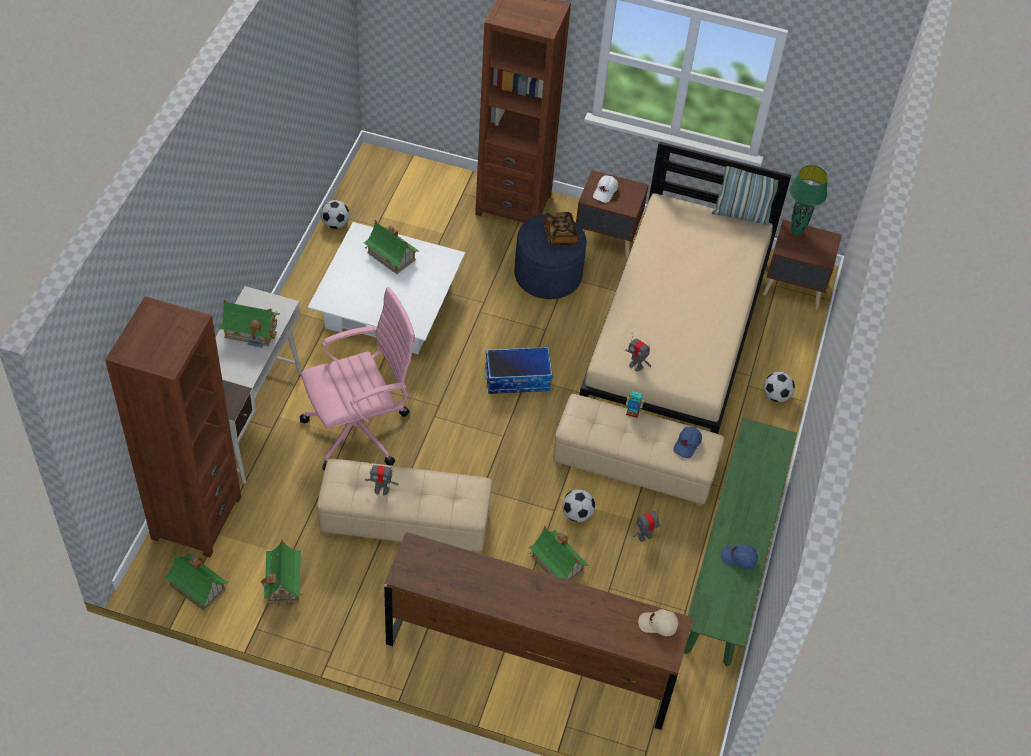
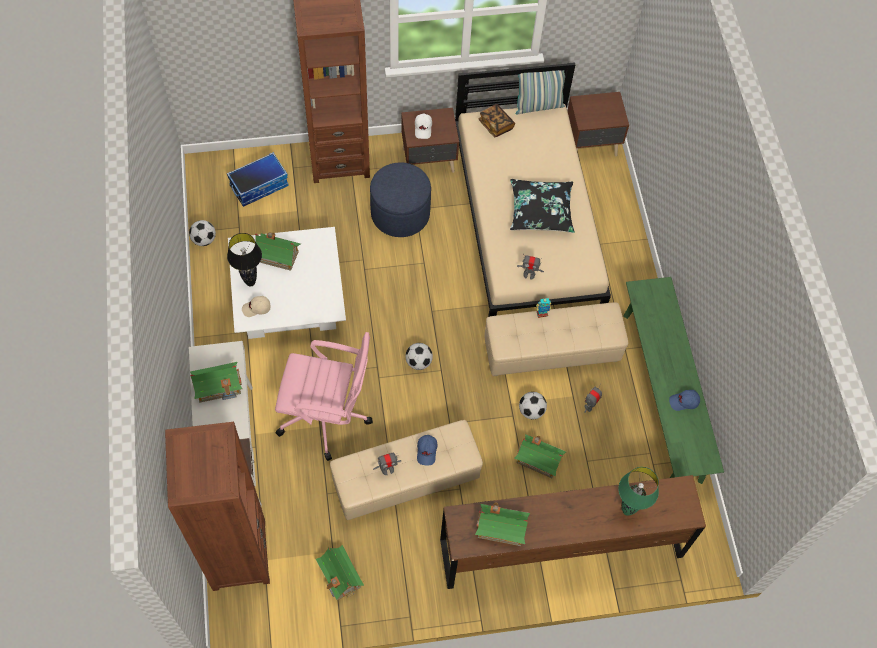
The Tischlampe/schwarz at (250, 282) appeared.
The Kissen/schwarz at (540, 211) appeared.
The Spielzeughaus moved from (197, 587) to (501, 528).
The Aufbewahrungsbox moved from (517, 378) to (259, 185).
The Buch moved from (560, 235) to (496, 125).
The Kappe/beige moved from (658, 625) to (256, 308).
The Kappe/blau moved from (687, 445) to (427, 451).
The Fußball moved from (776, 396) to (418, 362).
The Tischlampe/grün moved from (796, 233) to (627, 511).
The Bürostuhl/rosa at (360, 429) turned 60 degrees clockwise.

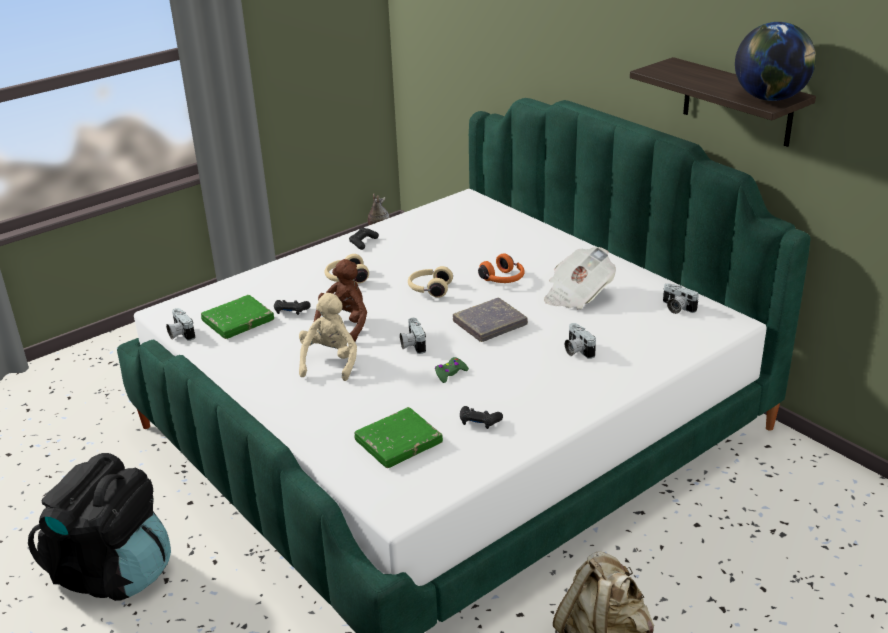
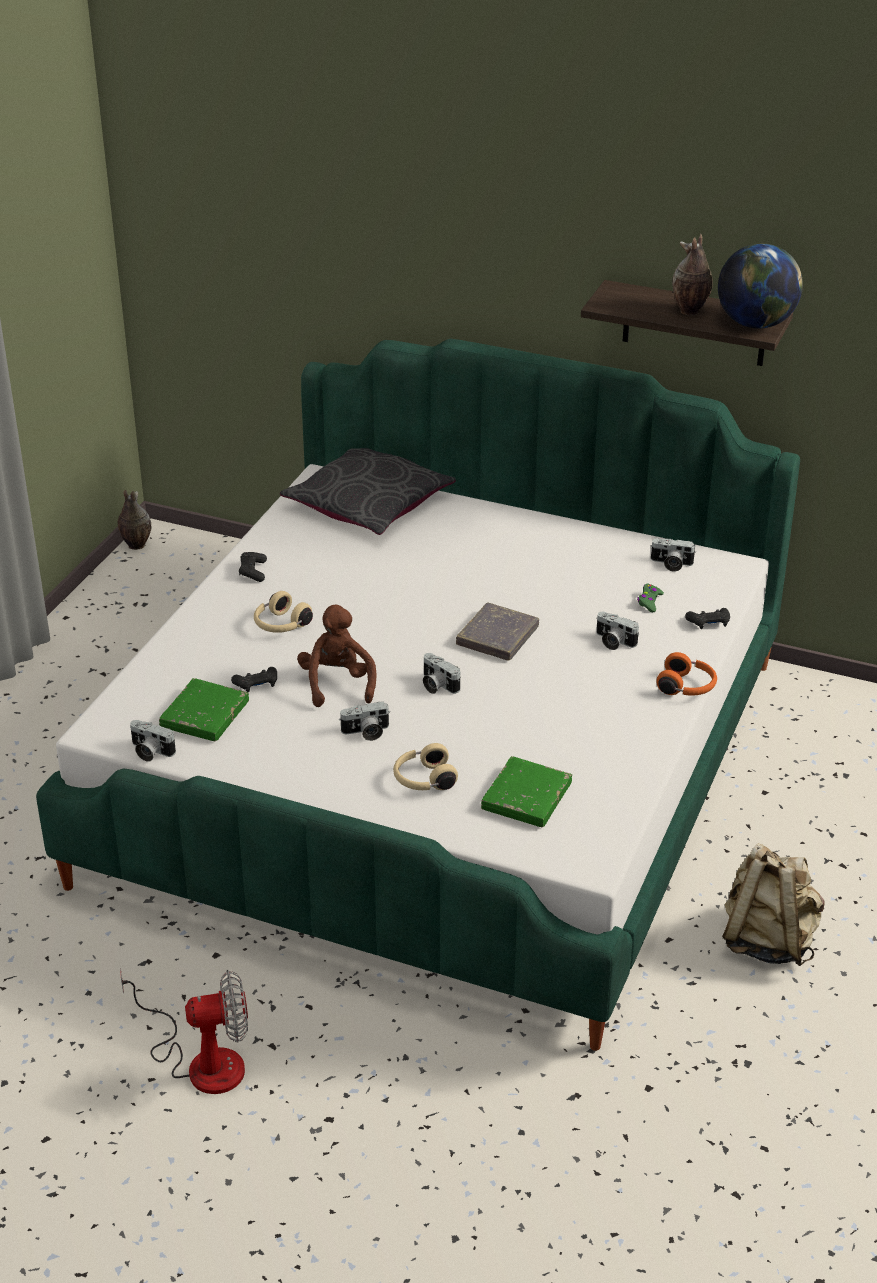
The Zeitung at (577, 295) disappeared.
The Kissen/grau at (368, 503) appeared.
The Vase at (689, 311) appeared.
The Kopfhörer/beige moved from (429, 289) to (423, 780).
The Gamepad/grün moved from (450, 373) to (649, 601).
The Gamepad/schwarz moved from (479, 422) to (709, 623).
The Kopfhörer/orange moved from (503, 279) to (687, 687).
The Rucksack/schwarz at (113, 572) was replaced by the Ventilator at (201, 1061).
The Plüschtier/beige at (330, 362) was replaced by the Kamera at (366, 732).

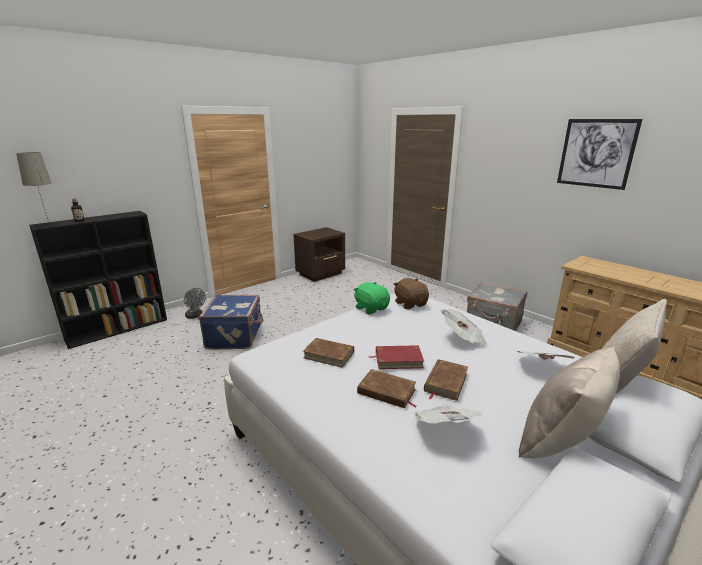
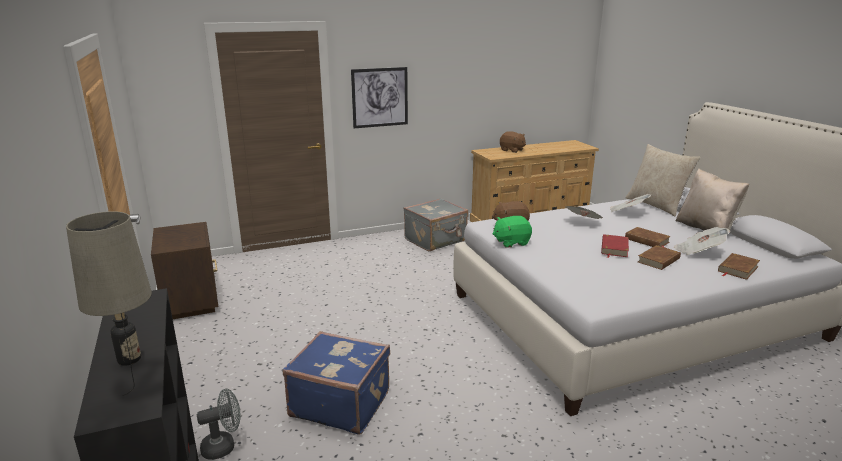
The Plüschtier/braun at (512, 150) appeared.
The Buch/braun moved from (328, 355) to (737, 269).
The Bild moved from (596, 153) to (380, 97).

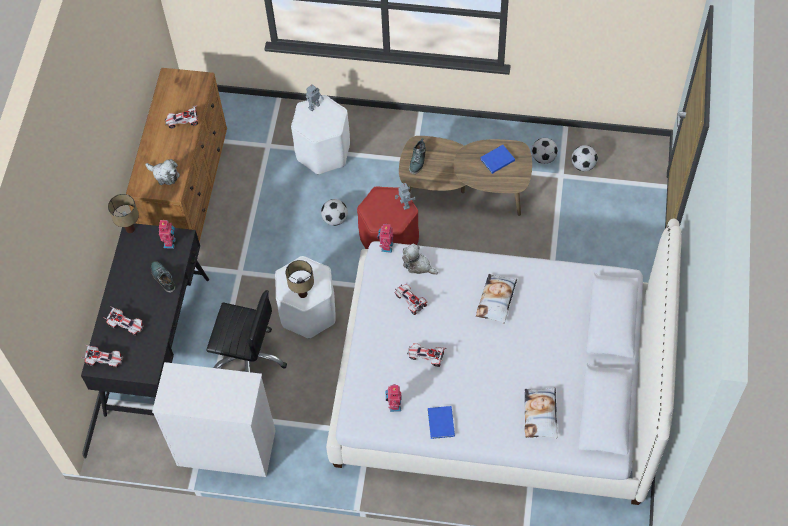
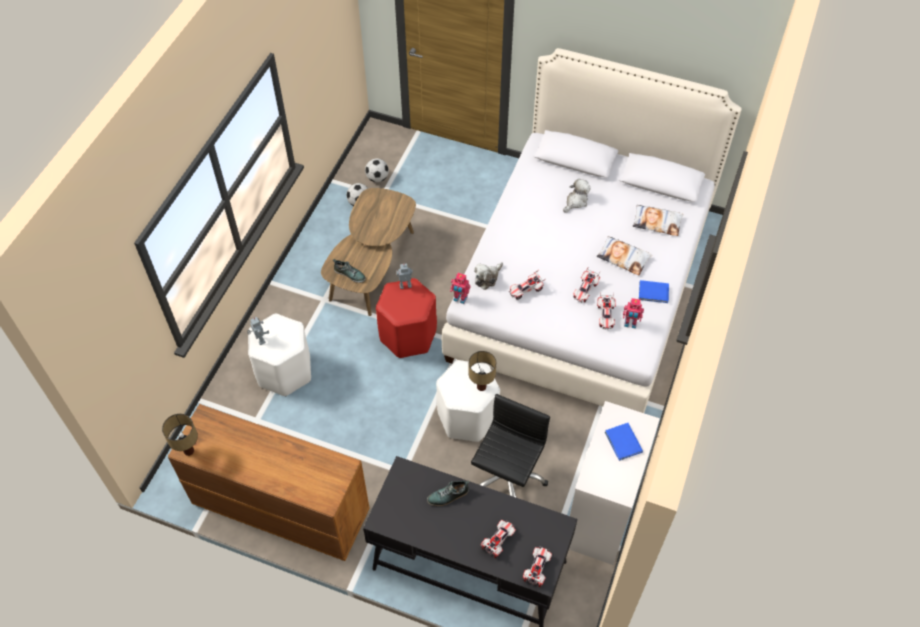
The Spielzeugroboter at (170, 243) disappeared.
The Fußball at (335, 219) disappeared.
The Tischlampe moved from (130, 229) to (189, 451).
The Plüschtier moved from (164, 175) to (576, 201).
The Spielzeugauto moved from (183, 122) to (605, 316).
The Kissen moved from (497, 300) to (623, 258).
The Buch/blau moved from (496, 160) to (623, 443).

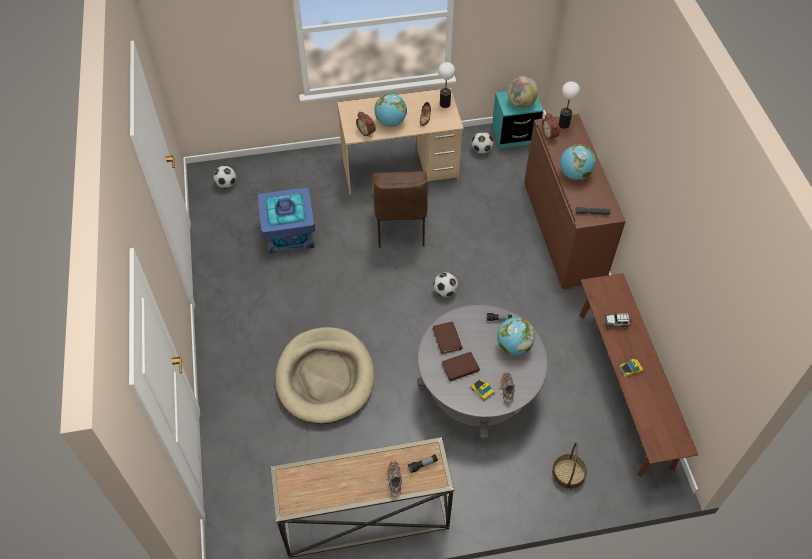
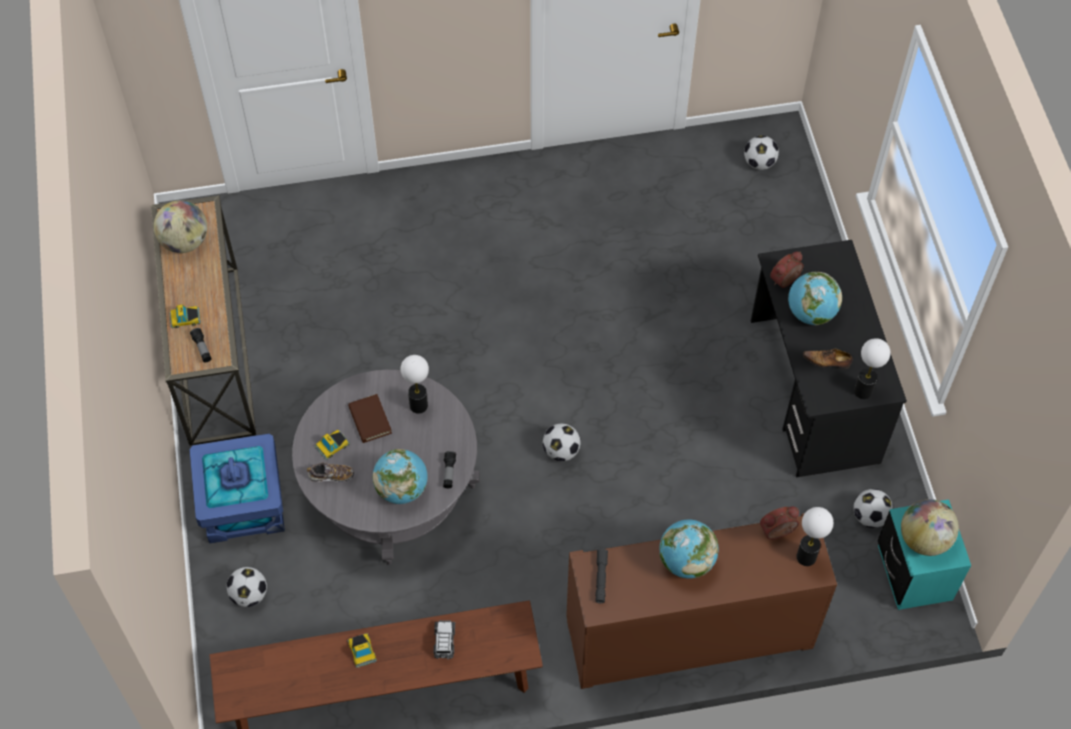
The Hundebett/beige at (325, 377) disappeared.
The Stuhl/braun at (400, 227) disappeared.
The Globus at (185, 242) appeared.
The Aufbewahrungsbox/blau moved from (289, 233) to (244, 504).
The Schuh at (394, 480) was replaced by the Spielzeugauto at (185, 318).
The Buch/braun at (447, 338) was replaced by the Tischlampe at (418, 405).
The Korb at (568, 474) was replaced by the Fußball at (249, 594).
The Schreibtisch/beige at (400, 168) became the Schreibtisch/schwarz at (813, 391).

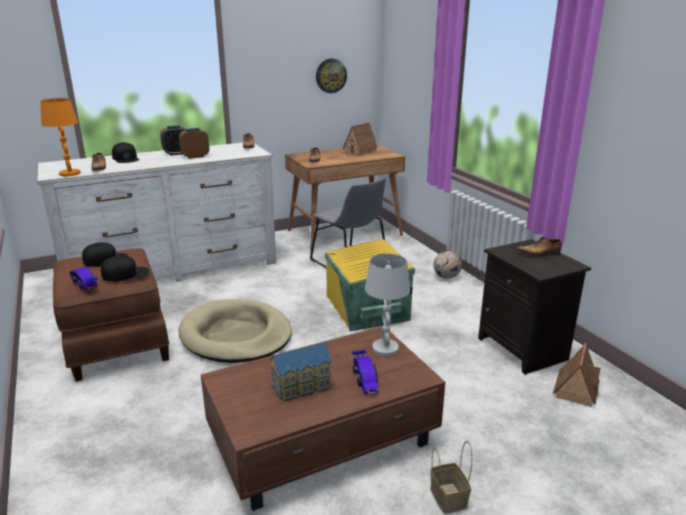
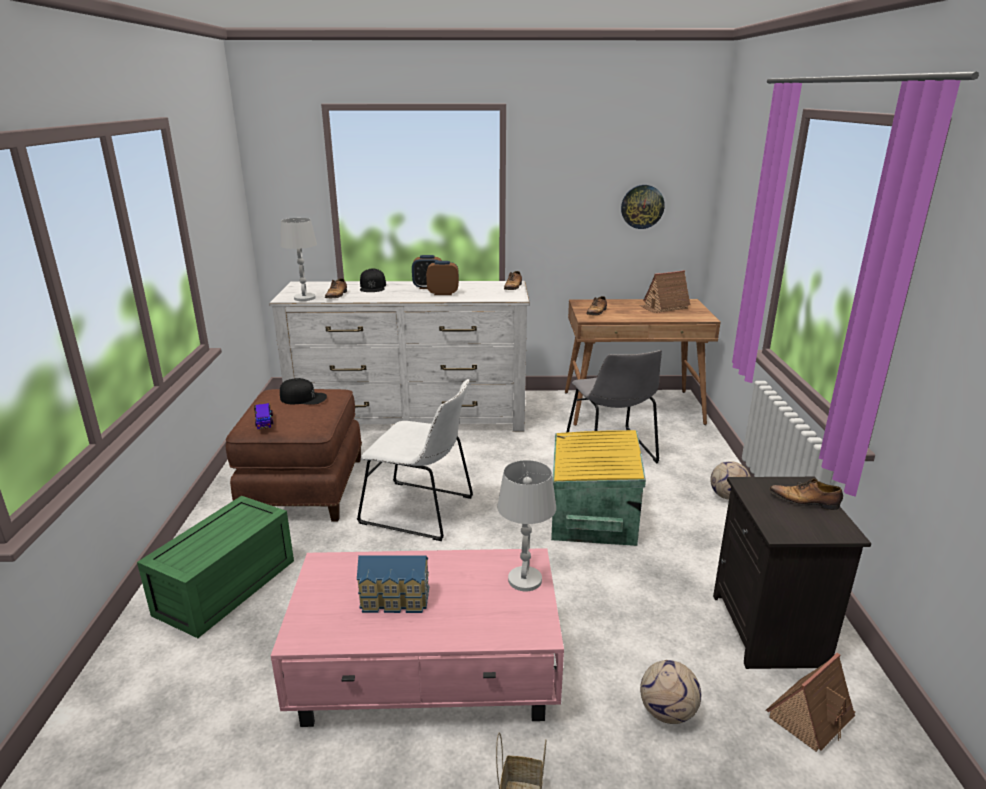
The Kappe/schwarz at (125, 274) disappeared.
The Spielzeugauto at (365, 378) disappeared.
The Aufbewahrungsbox/grün at (226, 588) appeared.
The Fußball at (668, 713) appeared.
The Hundebett/beige at (236, 335) was replaced by the Stuhl/weiß at (421, 511).
The Tischlampe/orange at (70, 173) became the Tischlampe/weiß at (305, 298).
The Couchtisch/braun at (324, 440) became the Couchtisch/rosa at (429, 670).

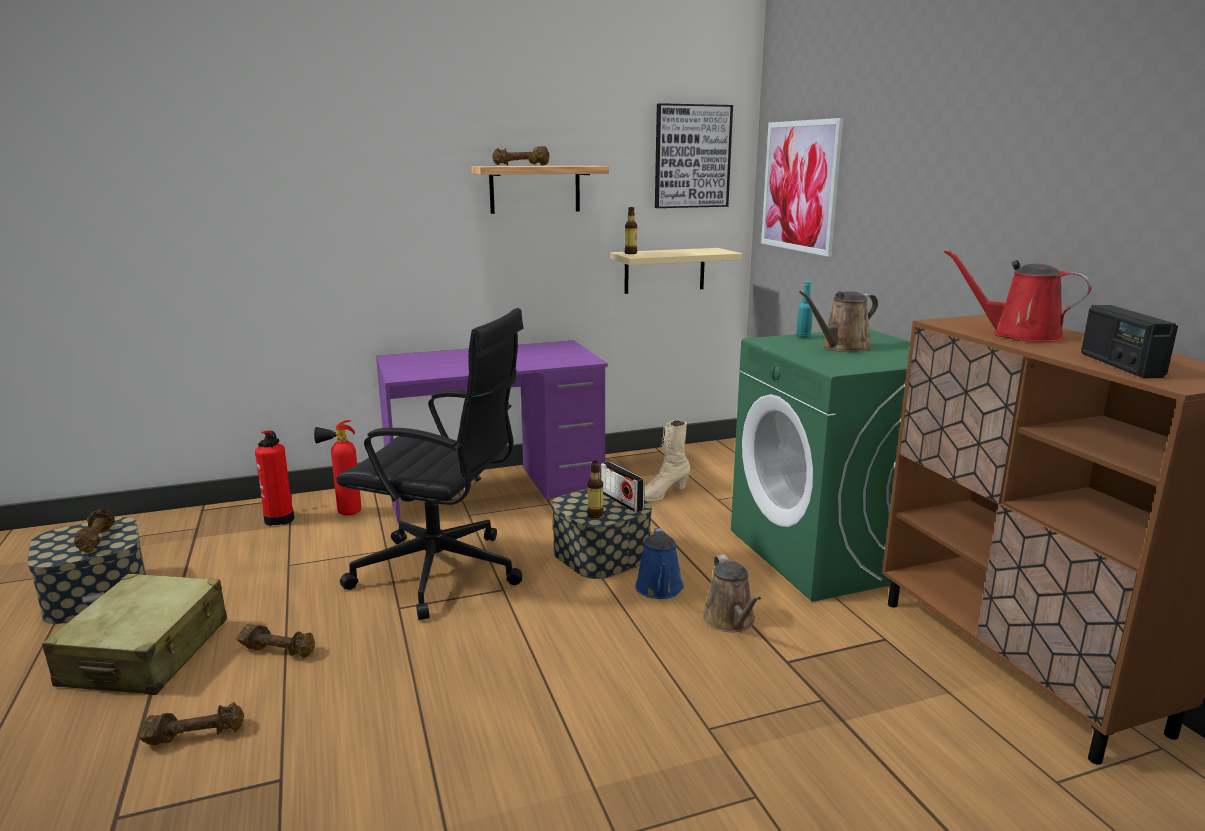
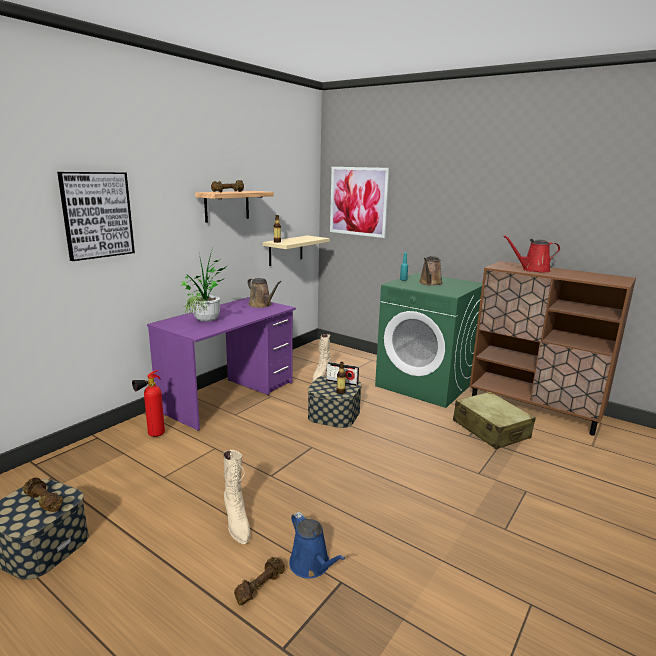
The Feuerlöscher at (280, 518) disappeared.
The Bürostuhl/schwarz at (442, 573) disappeared.
The Radio at (1120, 365) disappeared.
The Topfpflanze at (206, 322) appeared.
The Koffer/beige moved from (147, 653) to (490, 430).
The Gießkanne/blau moved from (659, 589) to (312, 565).
The Bild moved from (692, 156) to (97, 215).
The Gießkanne/braun moved from (731, 621) to (261, 305).
The Hantel/braun at (279, 651) was replaced by the Stiefel/beige at (237, 524).

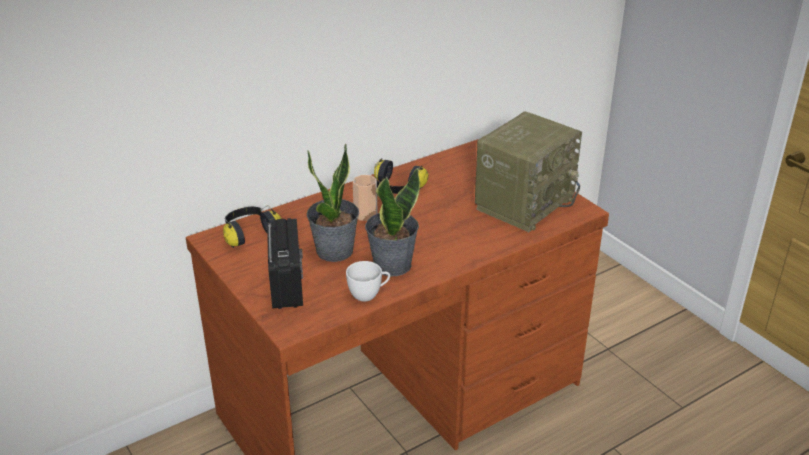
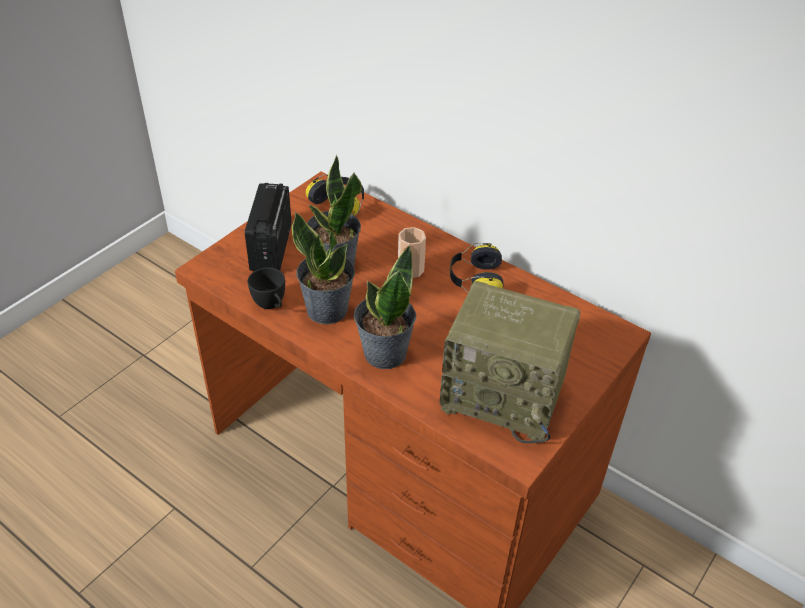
The Topfpflanze at (384, 353) appeared.
The Tasse/weiß at (369, 294) became the Tasse/schwarz at (271, 305).
The Radio at (286, 283) turned 120 degrees clockwise.

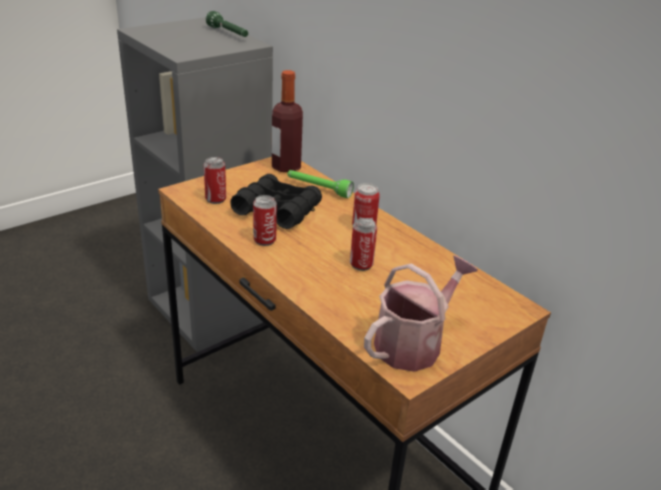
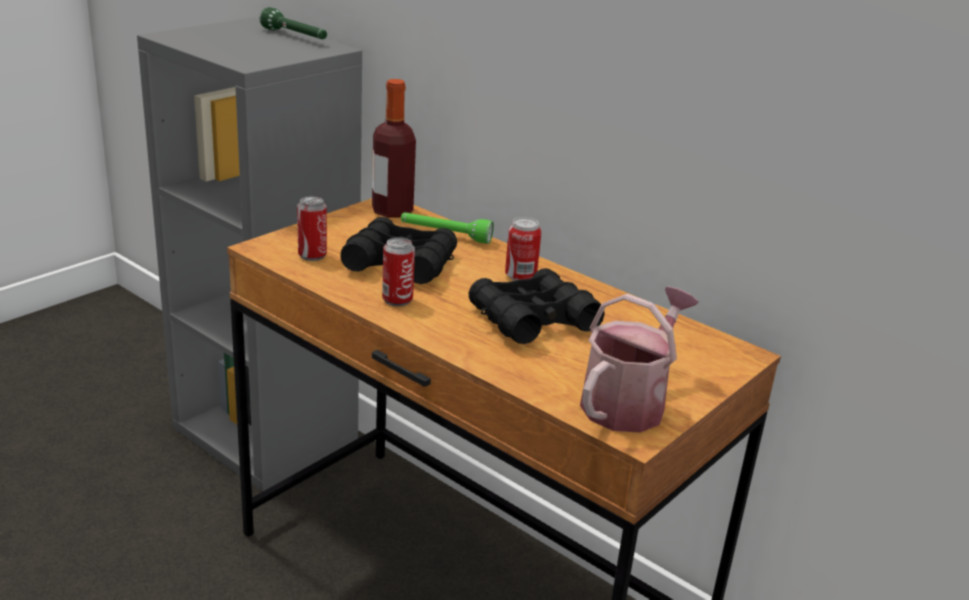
The Dose at (361, 264) was replaced by the Fernglas/schwarz at (532, 319).

